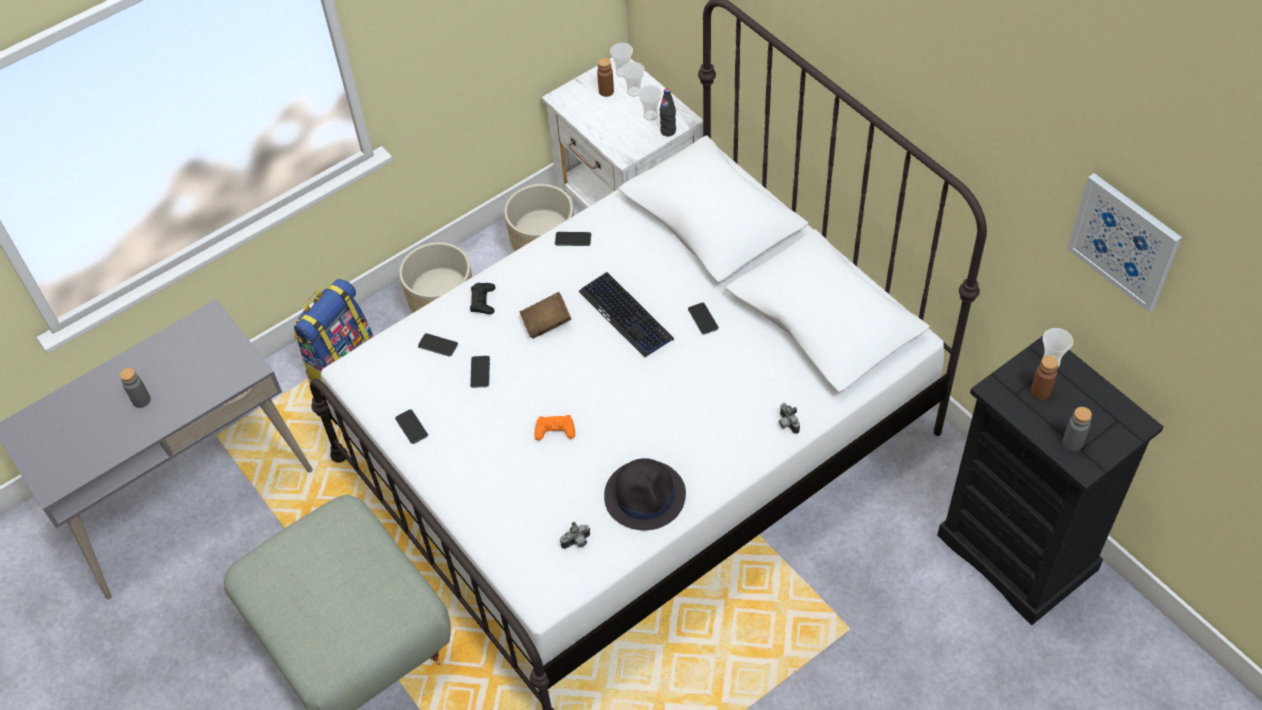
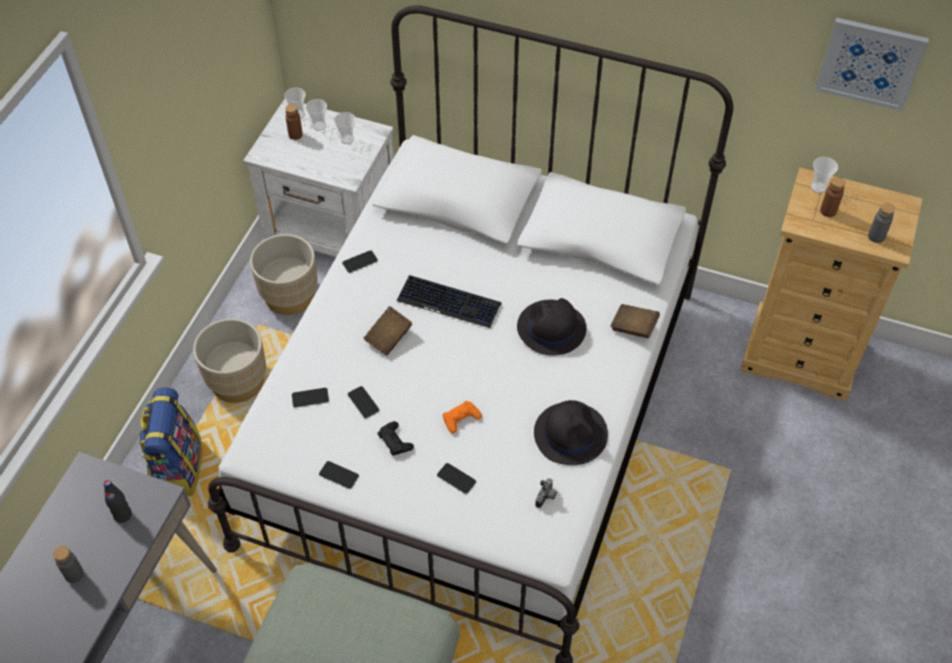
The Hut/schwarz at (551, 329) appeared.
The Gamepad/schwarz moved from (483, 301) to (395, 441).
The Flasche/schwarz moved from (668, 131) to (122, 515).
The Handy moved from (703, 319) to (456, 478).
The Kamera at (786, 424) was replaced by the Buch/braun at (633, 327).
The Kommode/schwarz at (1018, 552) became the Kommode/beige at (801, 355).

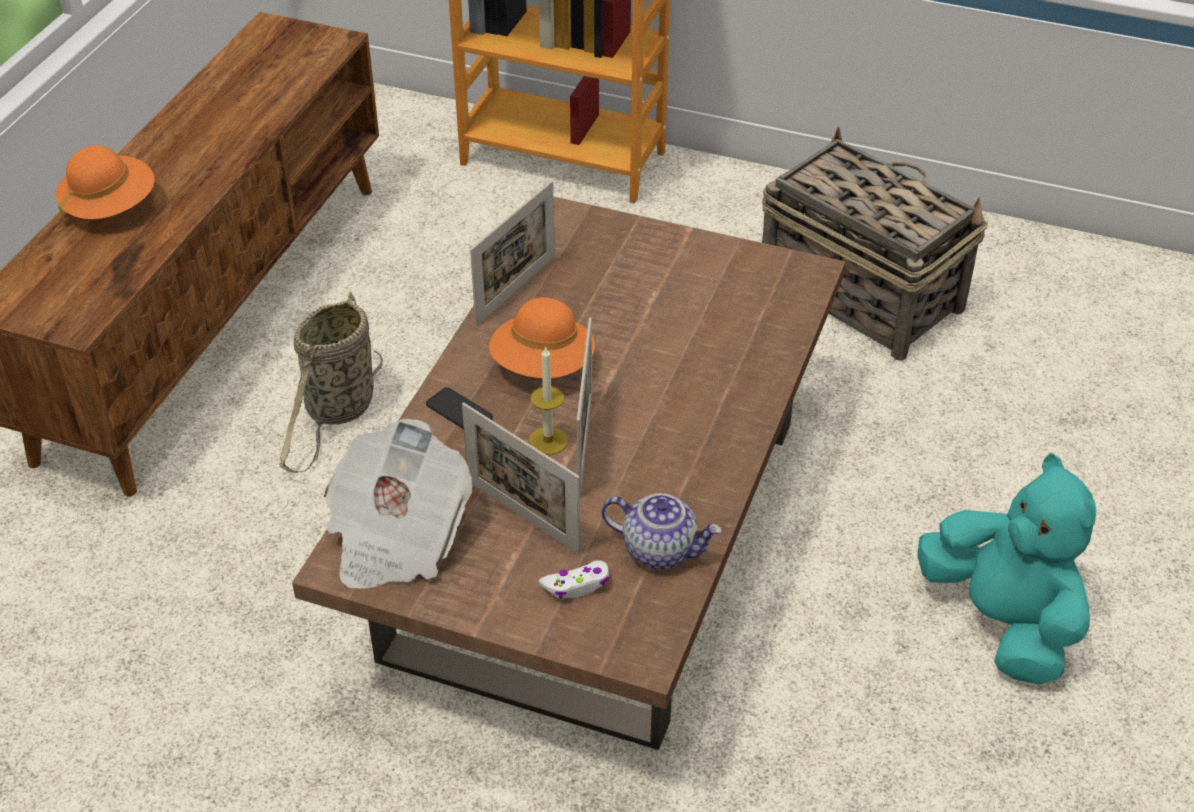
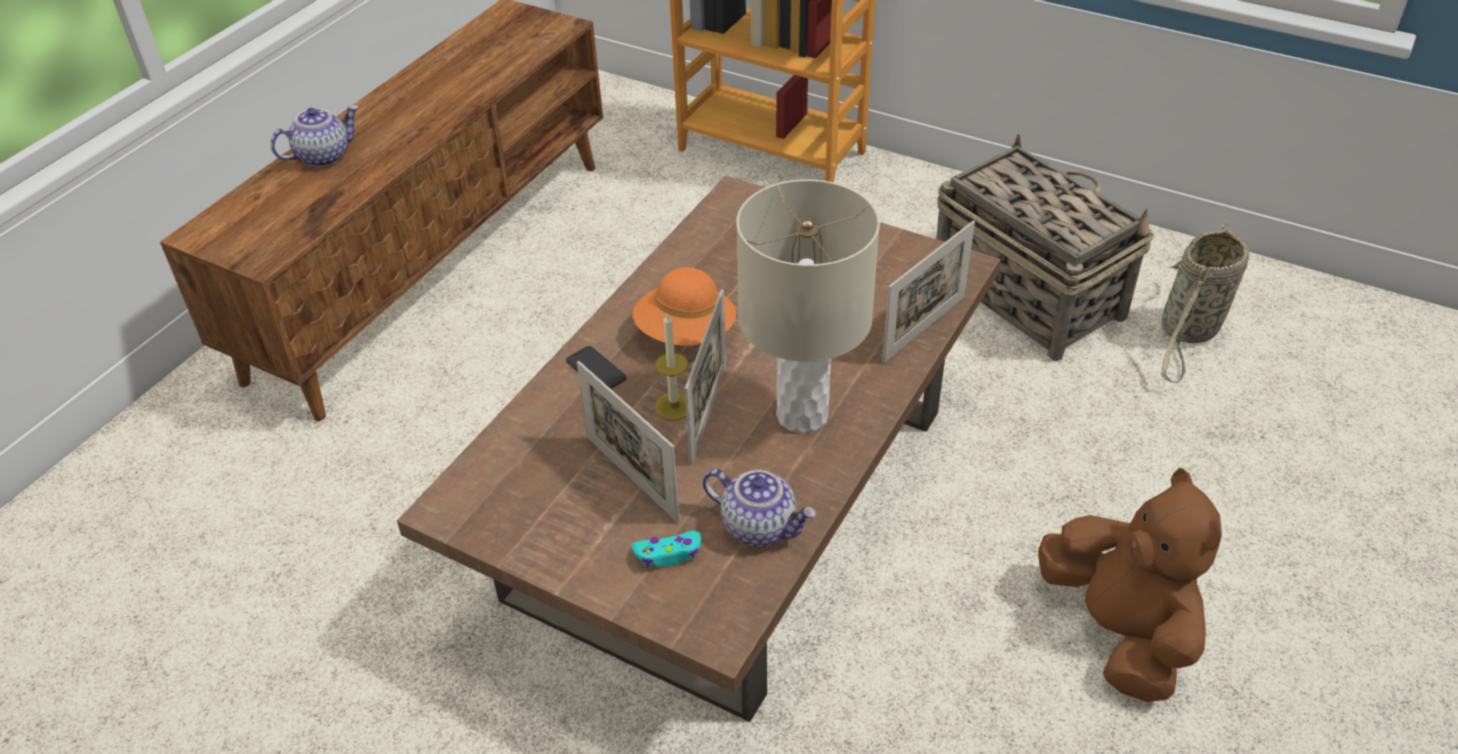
The Zeitung at (396, 535) disappeared.
The Tischlampe/beige at (801, 415) appeared.
The Korb moved from (338, 411) to (1188, 332).
The Bilderrahmen moved from (515, 290) to (924, 328).
The Hut/orange at (110, 206) was replaced by the Teekanne at (324, 156).
The Gamepad/weiß at (577, 585) became the Gamepad/türkis at (668, 554).
The Plüschtier/türkis at (1002, 622) became the Plüschtier/braun at (1119, 631).

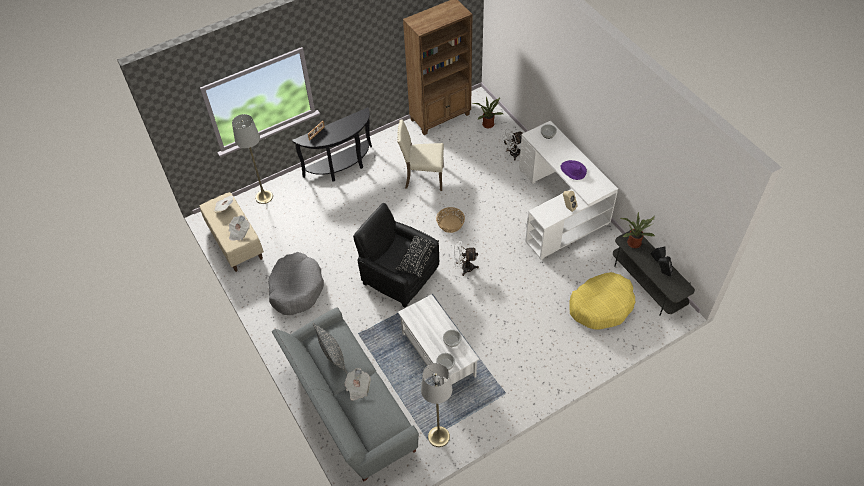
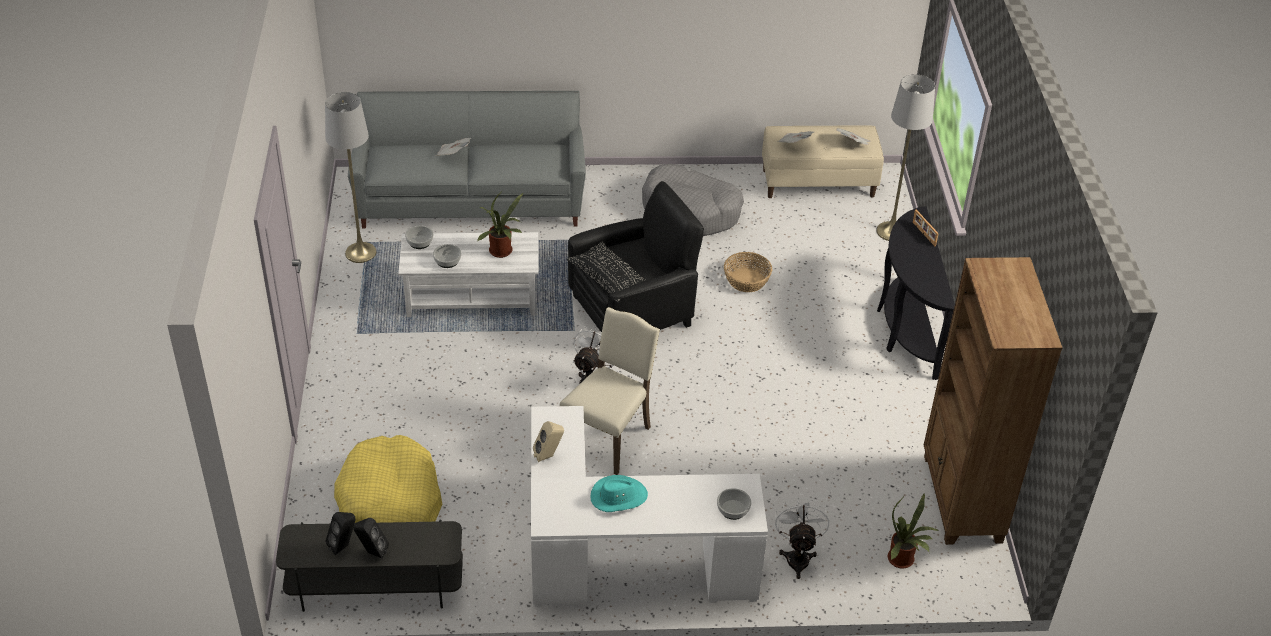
The Kissen/grau at (332, 354) disappeared.
The Stuhl/beige moved from (423, 178) to (609, 437).
The Korb moved from (450, 224) to (747, 280).
The Topfpflanze moved from (634, 242) to (502, 252).
The Hut/lila at (573, 171) became the Hut/türkis at (618, 496).

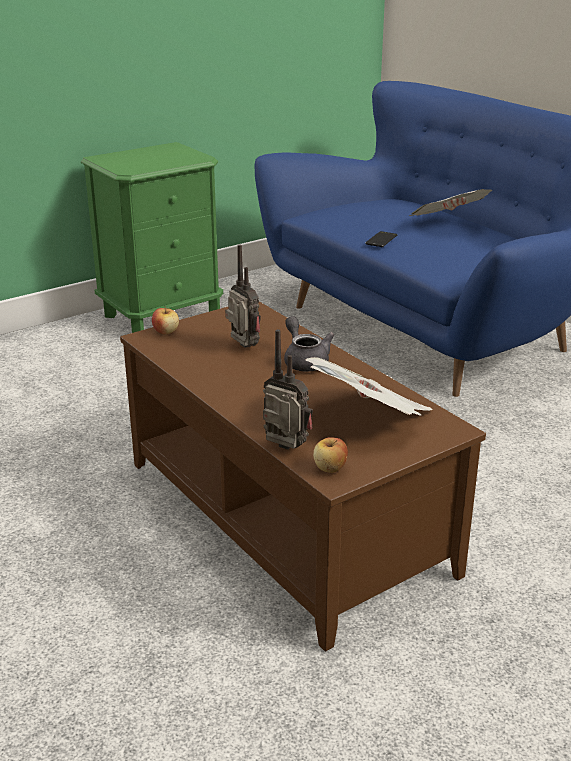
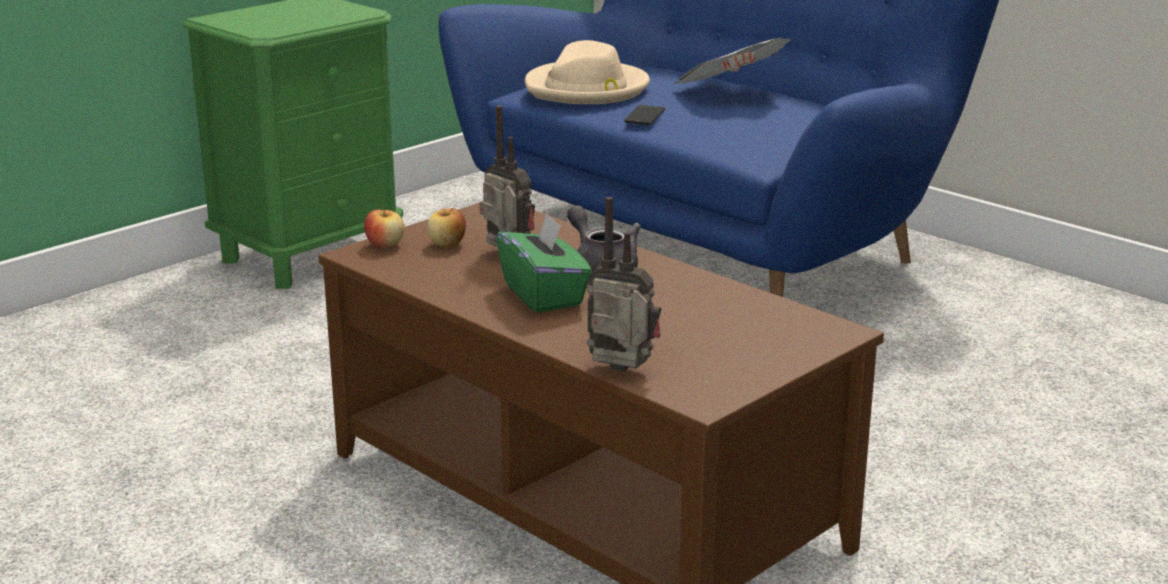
The Zeitung at (369, 417) disappeared.
The Taschentuchbox/grün at (544, 295) appeared.
The Hut/beige at (587, 89) appeared.
The Apfel moved from (330, 468) to (447, 244).

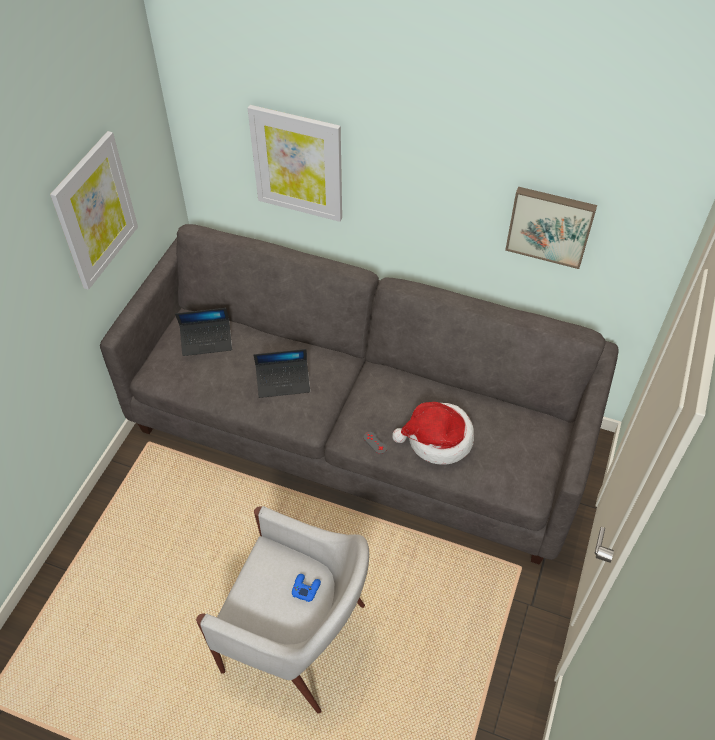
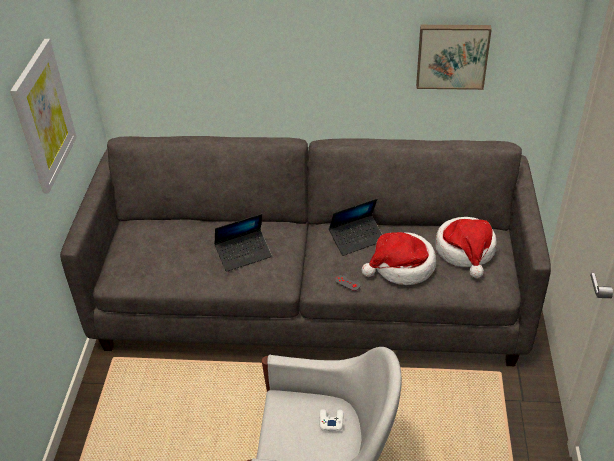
The Bild at (297, 163) disappeared.
The Hut at (465, 251) appeared.
The Laptop moved from (206, 341) to (357, 239).
The Gamepad/blau at (306, 588) became the Gamepad/weiß at (331, 421).

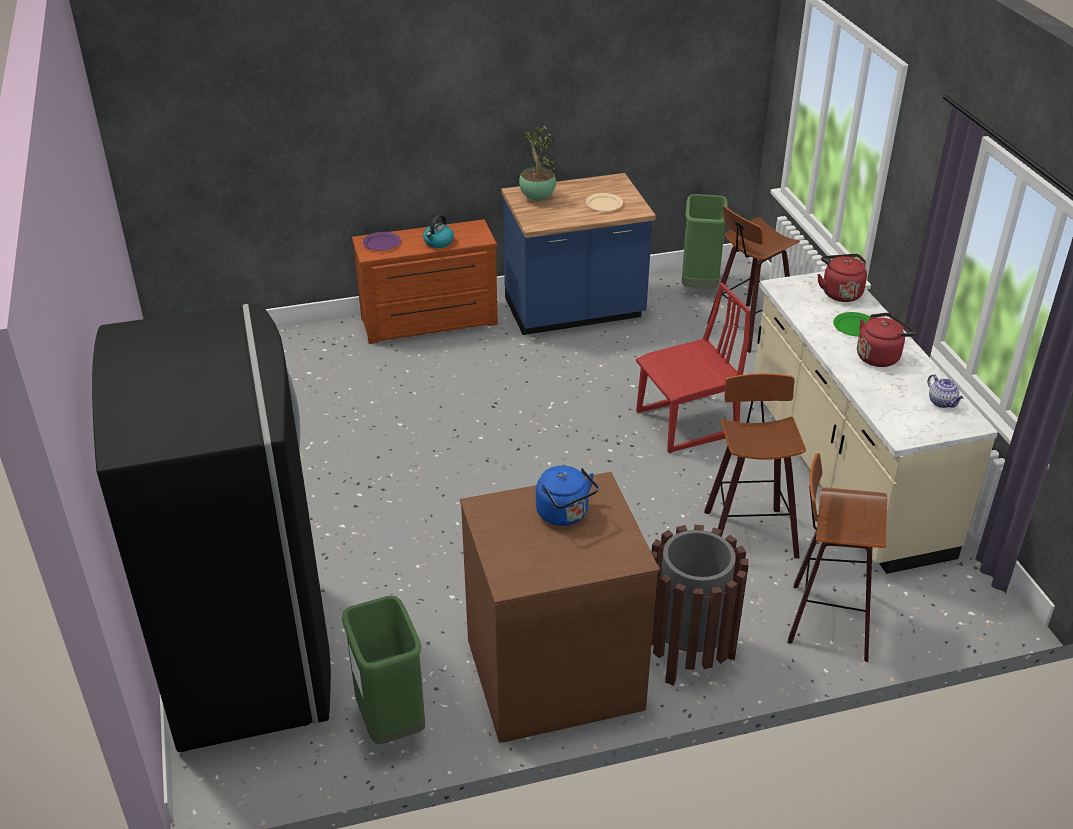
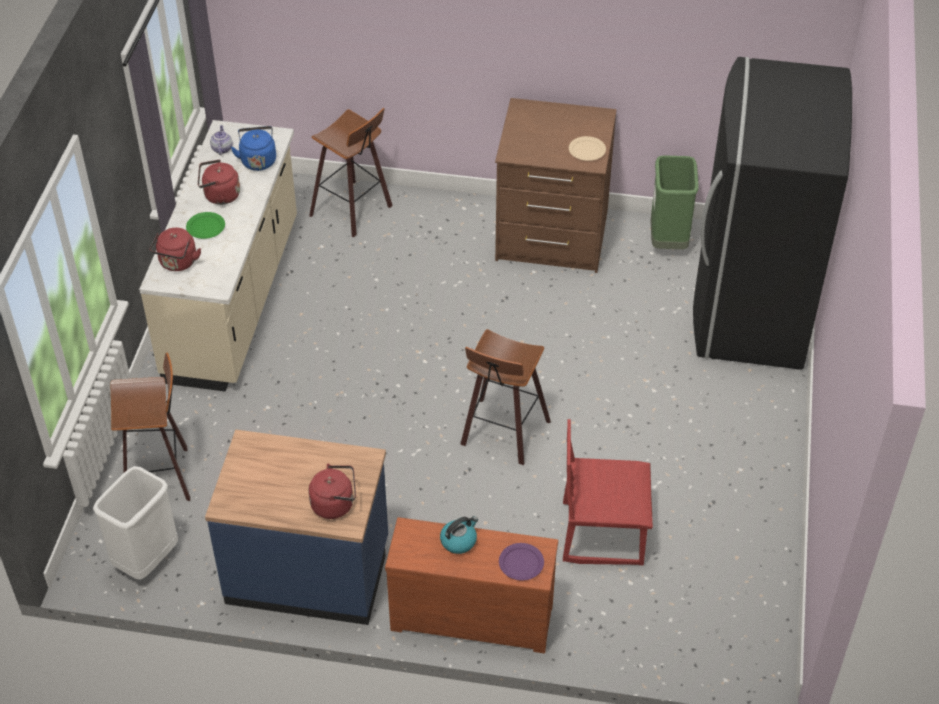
The Mülleimer/braun at (687, 652) disappeared.
The Wasserkessel/blau moved from (565, 514) to (258, 160).
The Teller/beige moved from (604, 204) to (587, 150).
The Stuhl/rot moved from (687, 424) to (602, 532).
The Hocker moved from (746, 532) to (503, 434).
The Topfpflanze at (536, 198) was replaced by the Wasserkessel/rot at (335, 504).
The Mülleimer/grün at (699, 286) became the Mülleimer/weiß at (147, 560).

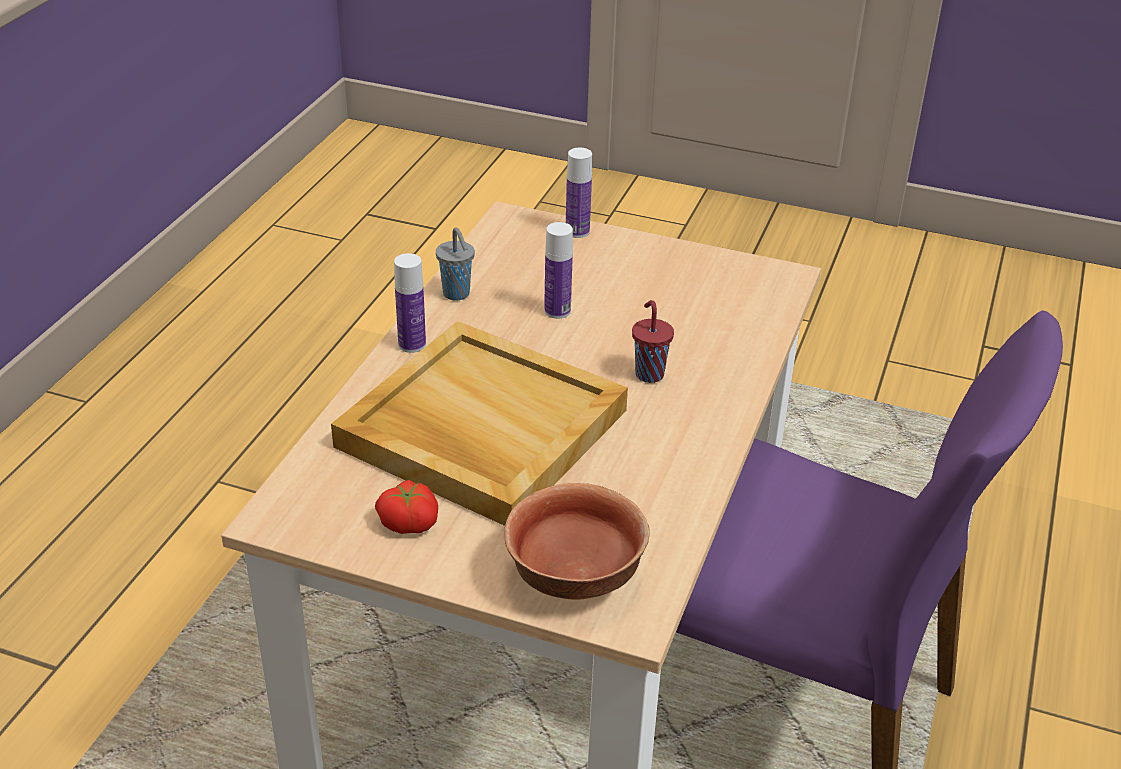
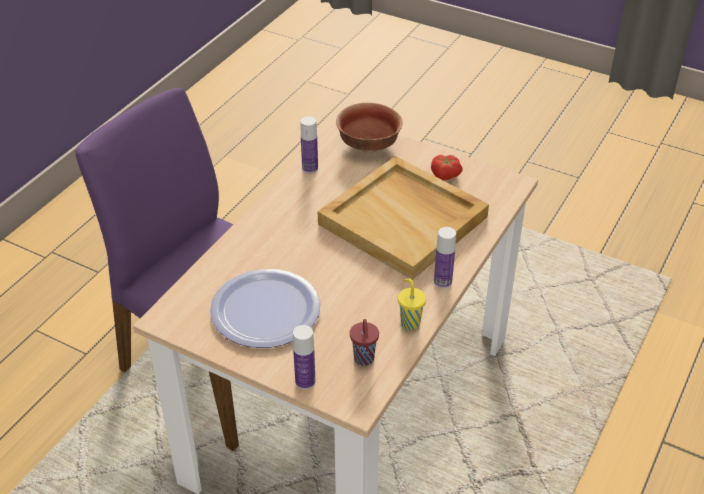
The Teller at (265, 310) appeared.
The Flasche moved from (557, 311) to (310, 168).
The Tasse/rot moved from (649, 373) to (364, 359).
The Tasse/grau at (457, 294) became the Tasse/gelb at (409, 322).

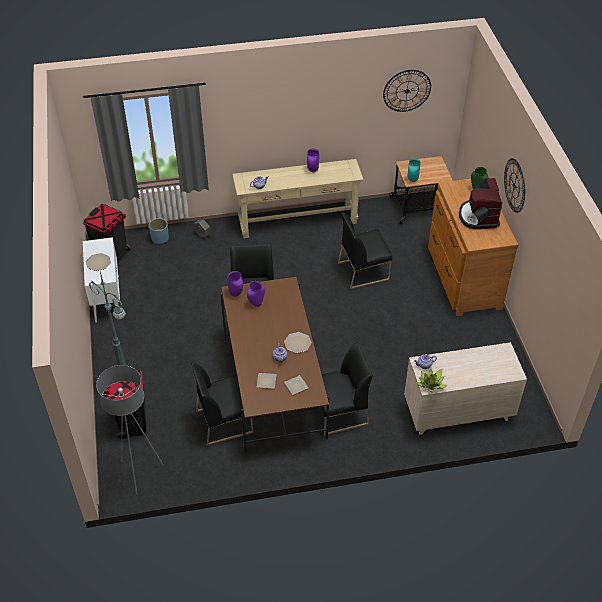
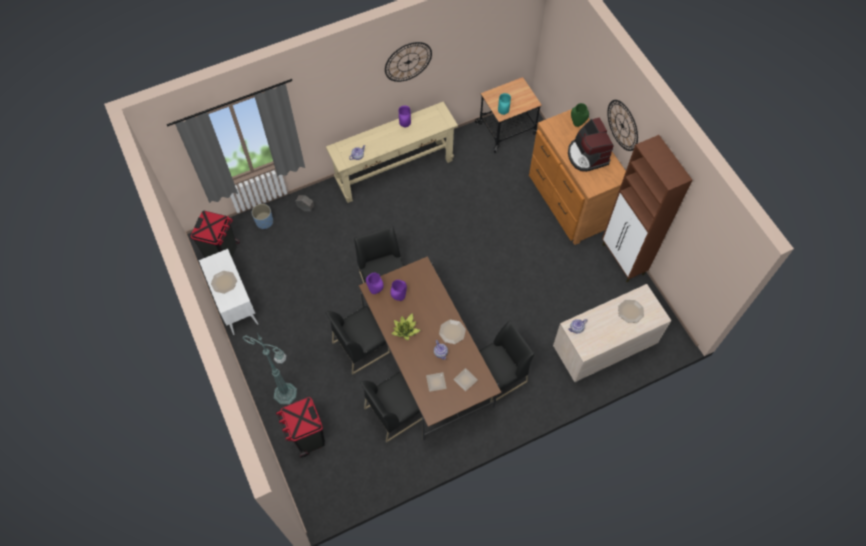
The Stehlampe/grau at (140, 473) disappeared.
The Schrank/braun at (623, 260) appeared.
The Teller at (631, 311) appeared.
The Stuhl/schwarz moved from (363, 271) to (361, 347).
The Wanduhr moved from (407, 91) to (408, 62).
The Topfpflanze moved from (431, 384) to (405, 330).

